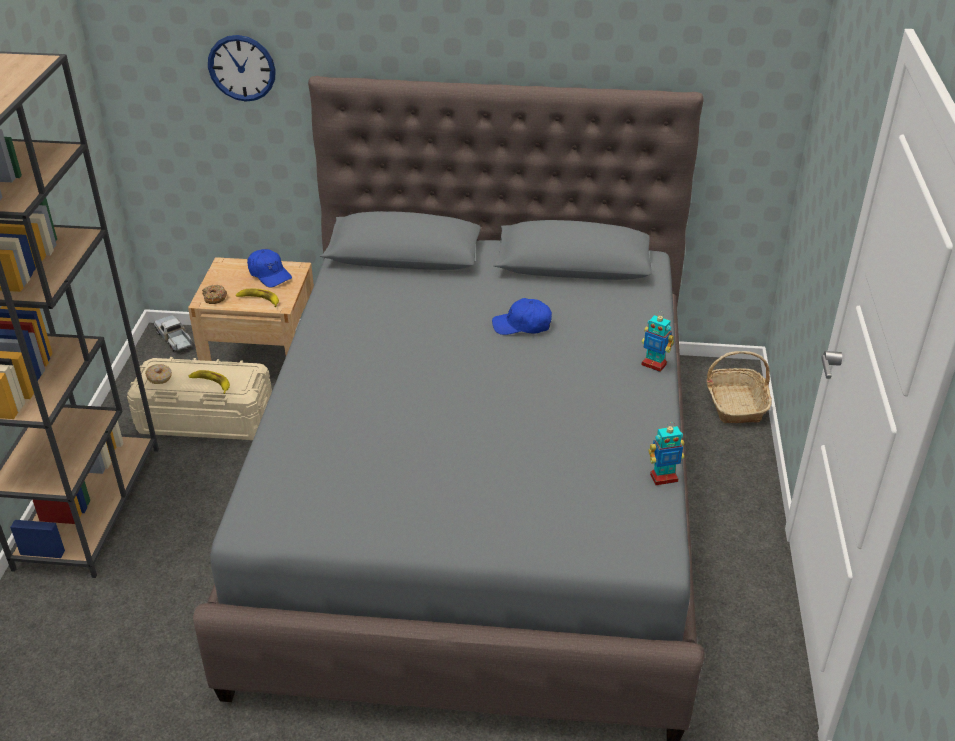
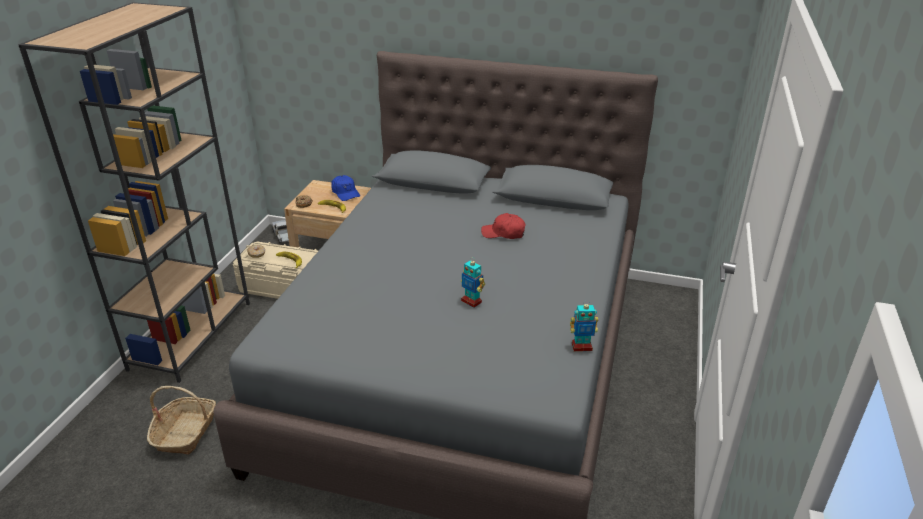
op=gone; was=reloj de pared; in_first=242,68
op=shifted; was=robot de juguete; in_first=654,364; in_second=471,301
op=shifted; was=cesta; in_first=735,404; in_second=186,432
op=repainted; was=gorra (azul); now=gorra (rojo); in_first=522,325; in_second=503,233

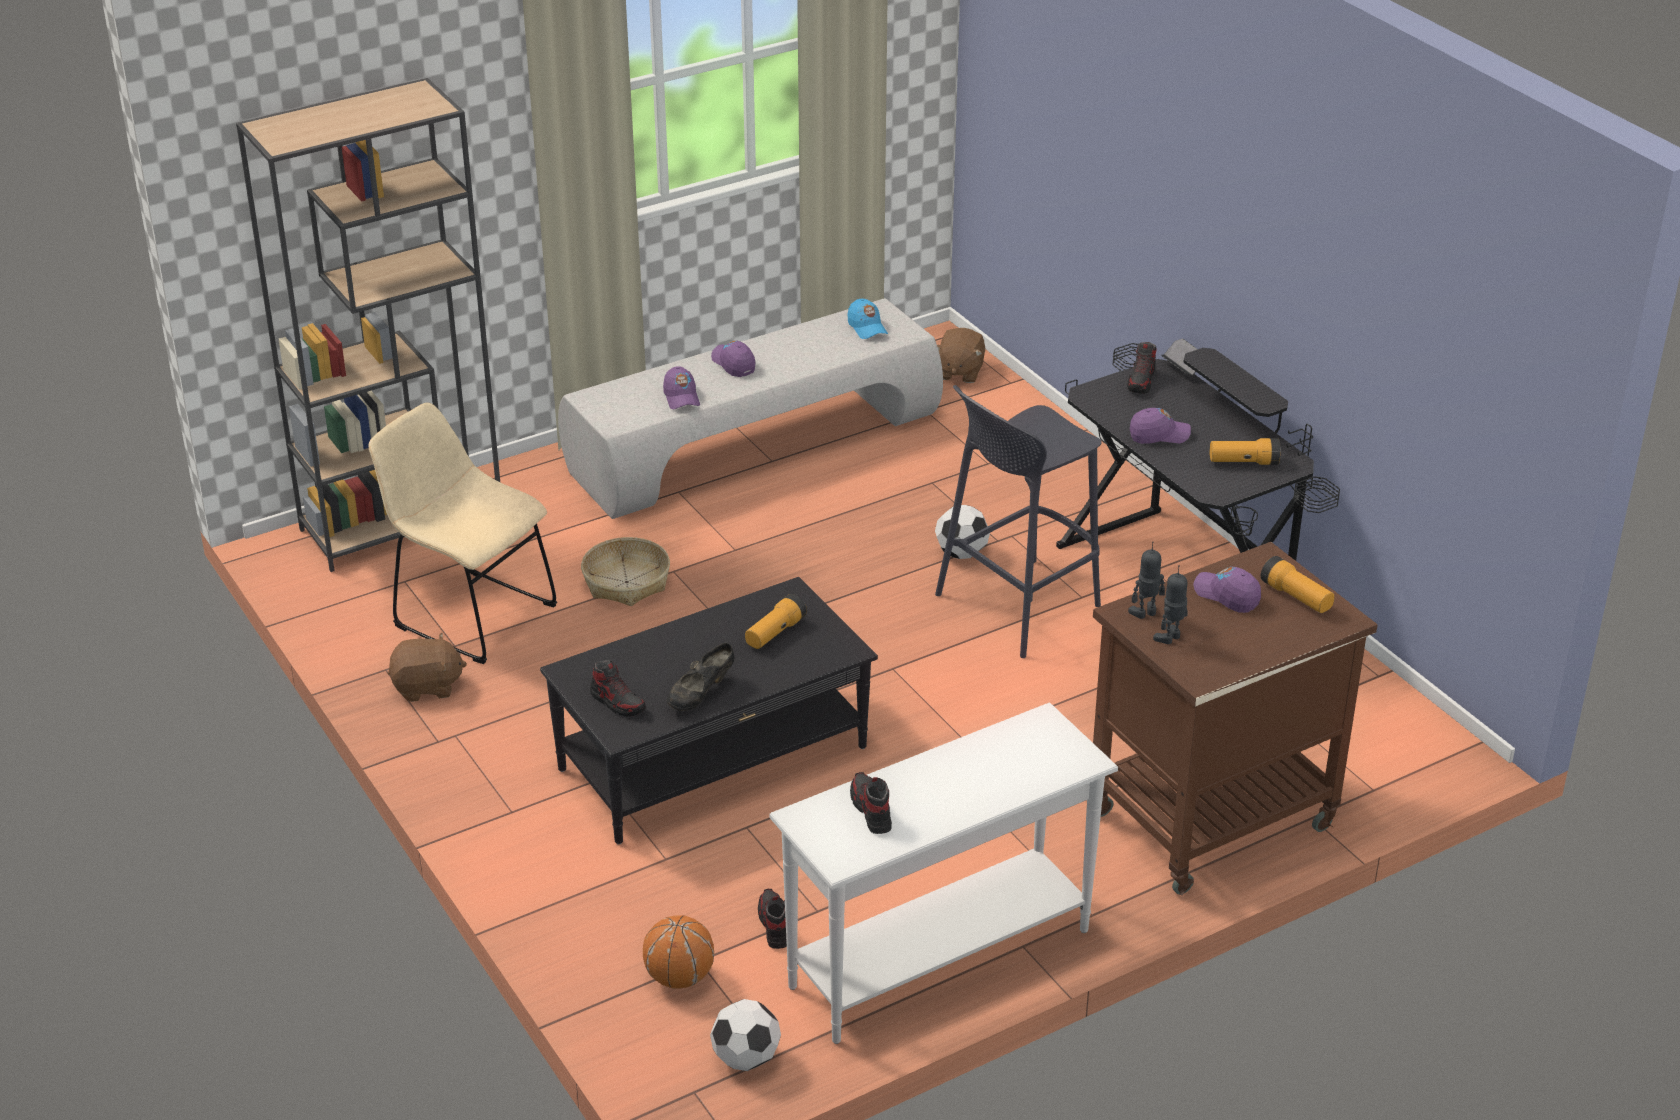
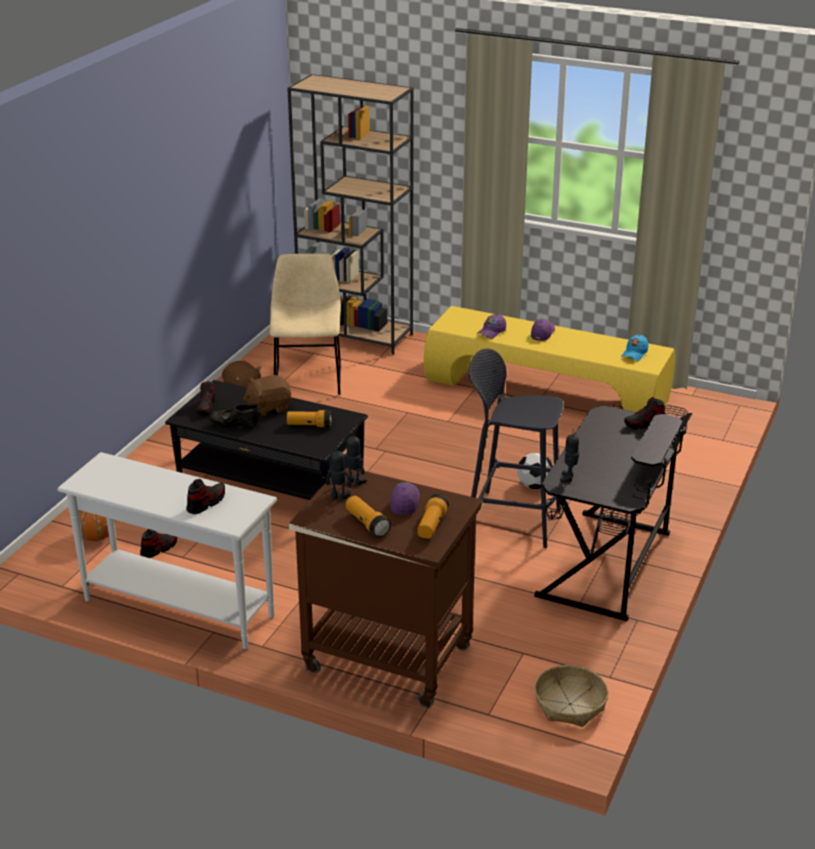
op=gone; was=balón de fútbol; in_first=746,1059
op=gone; was=gorra (morado); in_first=1159,435
op=new; now=robot de juguete; in_second=568,478
op=shifted; was=cesta; in_first=627,582; in_second=570,704
op=shifted; was=zapato; in_first=871,810; in_second=206,503
op=shifted; was=peluche (marrón); in_first=959,372; in_second=268,407
op=shifted; was=linterna; in_first=1243,462; in_second=367,524
op=repainted; was=banco (gris); now=banco (amarillo); in_first=753,443; in_second=546,390

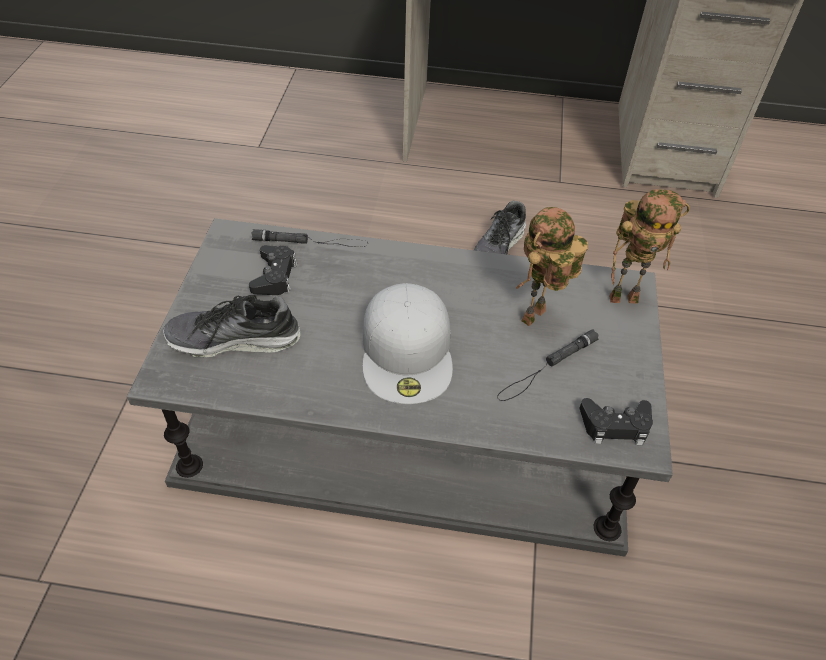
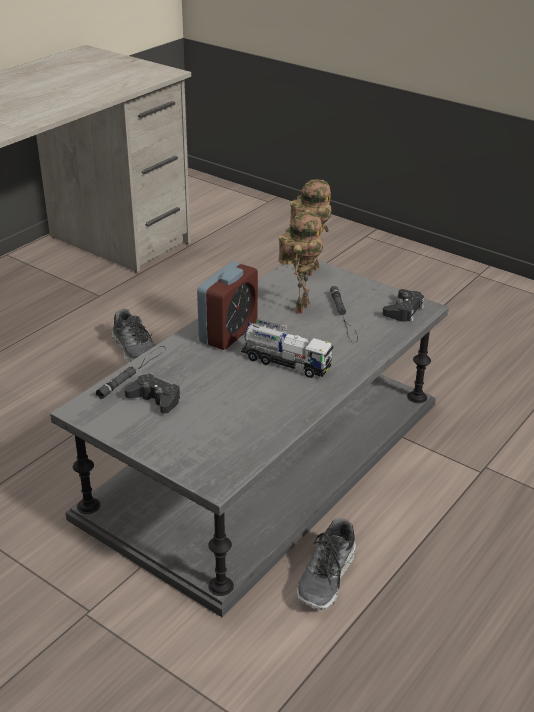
op=new; now=despertador; in_second=228,332
op=shifted; was=zapato; in_first=235,339; in_second=327,577
op=swapped; was=gorra (blanco); now=camión de juguete; in_first=408,351; in_second=286,363
op=rotated; was=robot de juguete; in_first=535,319; in_second=300,306; clockwise=-135

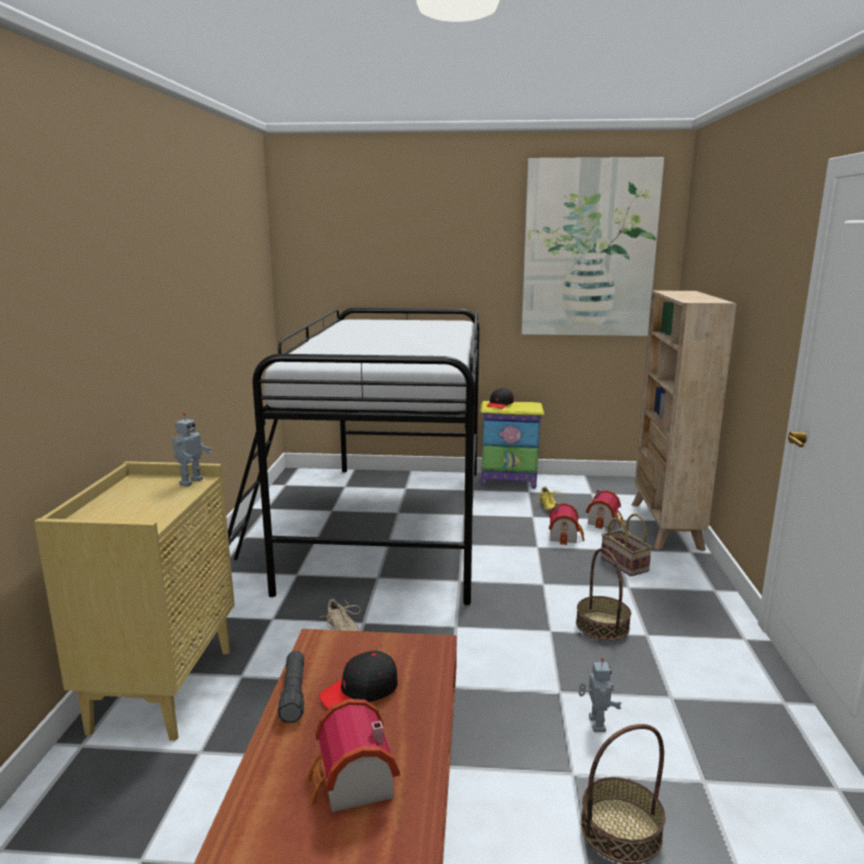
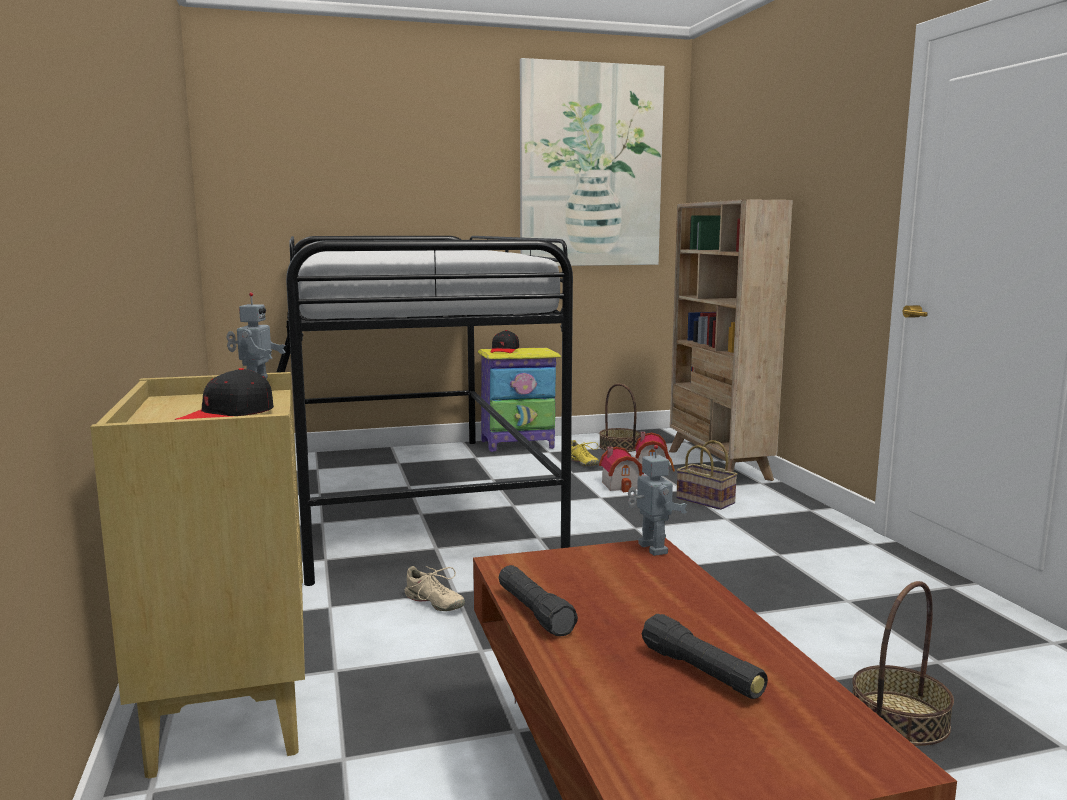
op=shifted; was=gorra (negro); in_first=360,691; in_second=227,416
op=shifted; was=cesta; in_first=602,625; in_second=619,447
op=shifted; was=robot de juguete; in_first=595,724; in_second=650,549
op=swapped; was=casita; now=linterna (negro); in_first=352,784; in_second=702,673

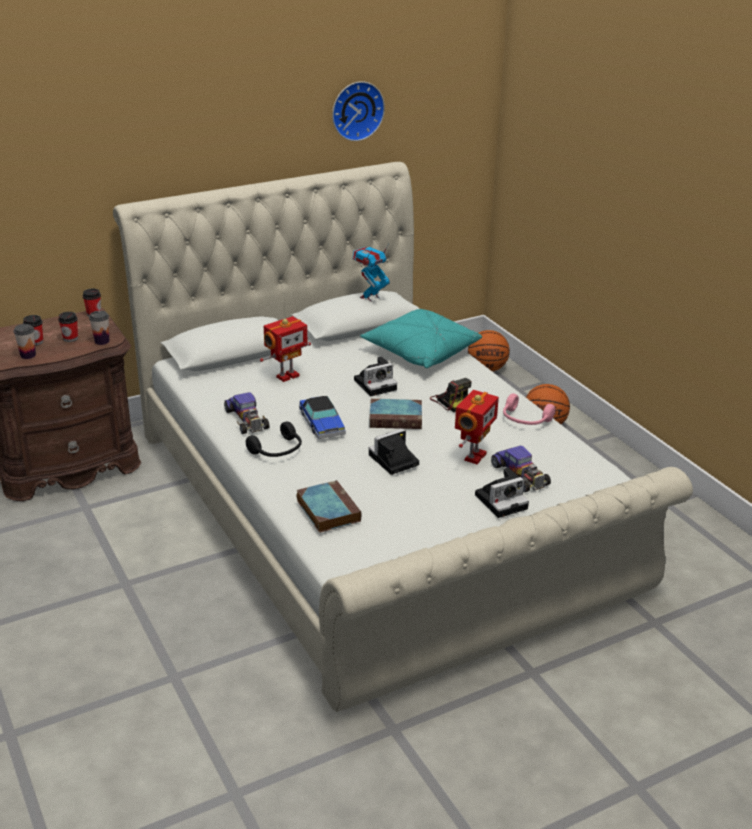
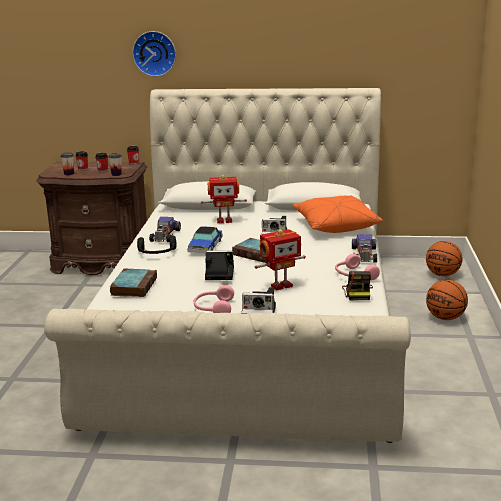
op=gone; was=robot de juguete; in_first=370,297
op=new; now=auriculares (rosa); in_second=213,308
op=shifted; was=reloj de pared; in_first=356,110; in_second=155,53
op=shifted; was=cámara; in_first=451,401; in_second=358,293
op=shifted; was=coche de juguete; in_first=520,475; in_second=364,255
op=repainted; was=cojín (turquesa); now=cojín (naranja); in_first=420,352; in_second=335,226

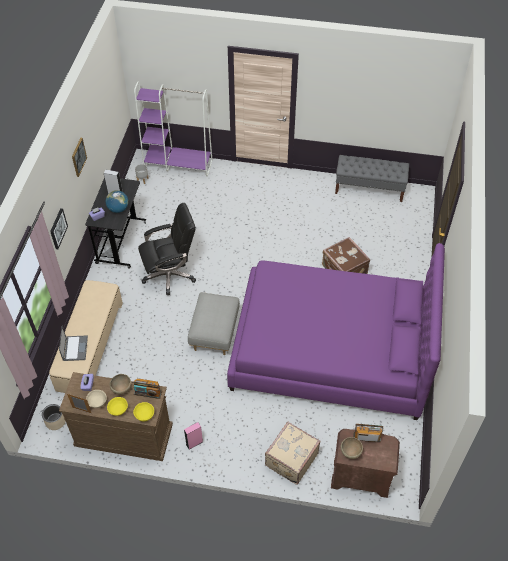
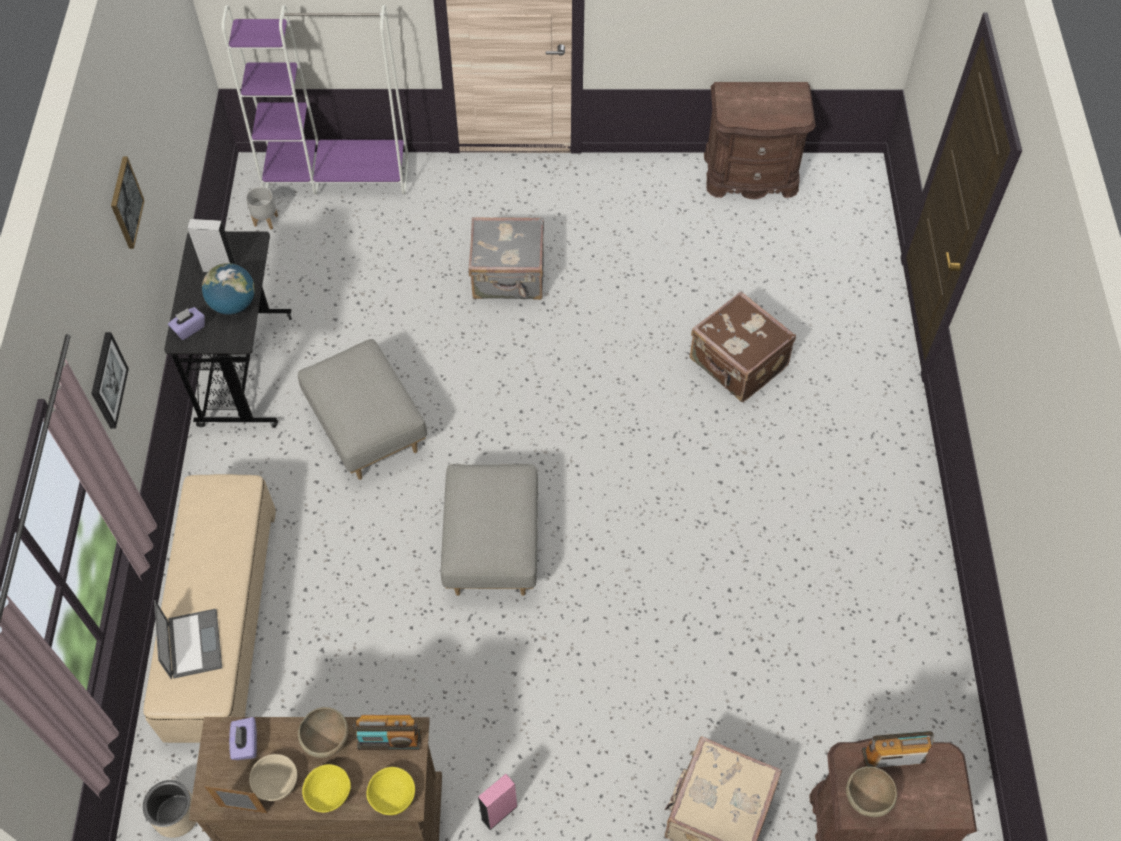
op=gone; was=cama (morado); in_first=330,350
op=new; now=maleta (gris); in_second=509,277
op=swapped; was=silla de oficina (negro); now=puf (gris); in_first=170,275; in_second=368,429
op=swapped; was=banco (gris); now=mesita de noche (marrón); in_first=369,189; in_second=751,177

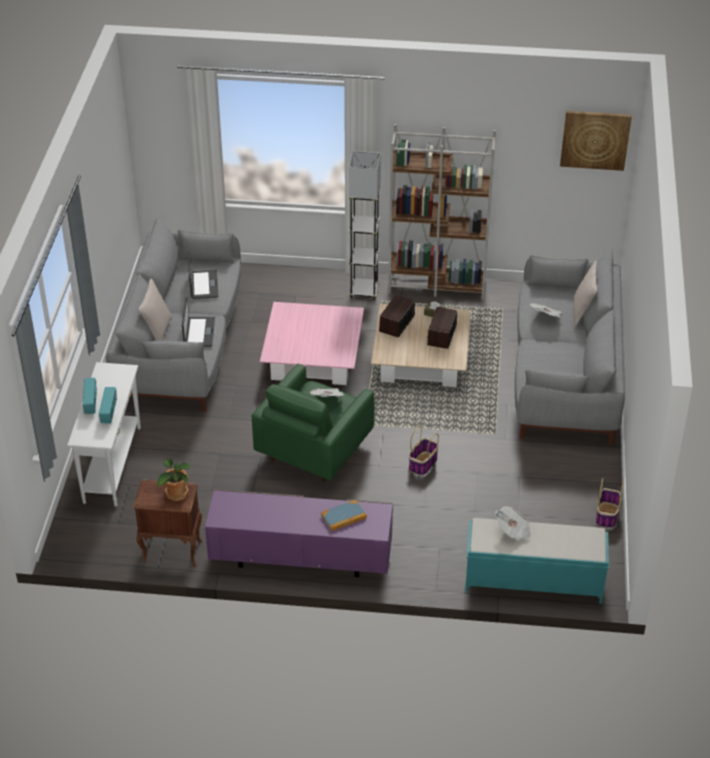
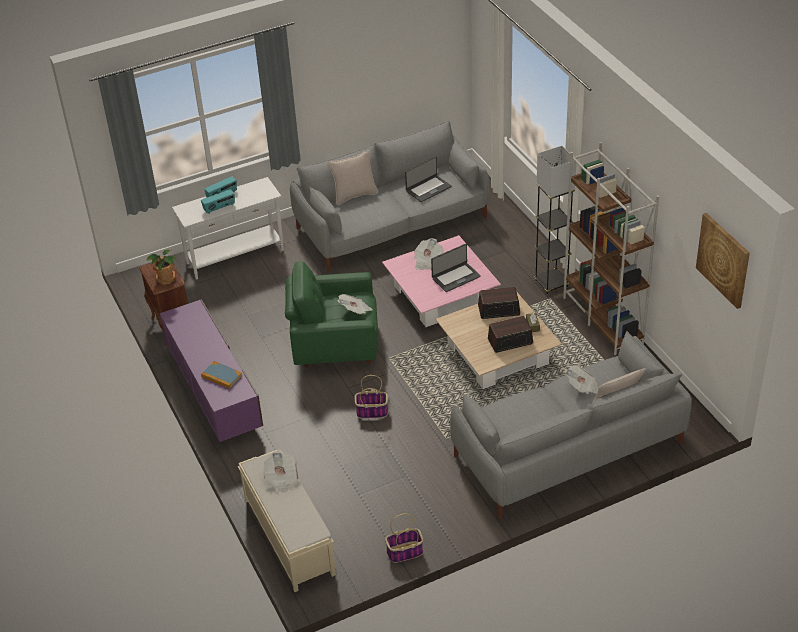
op=new; now=periódico; in_second=427,261
op=shifted; was=portátil; in_first=198,332; in_second=455,277
op=repainted; was=banco (turquesa); now=banco (beis); in_first=532,580; in_second=288,536

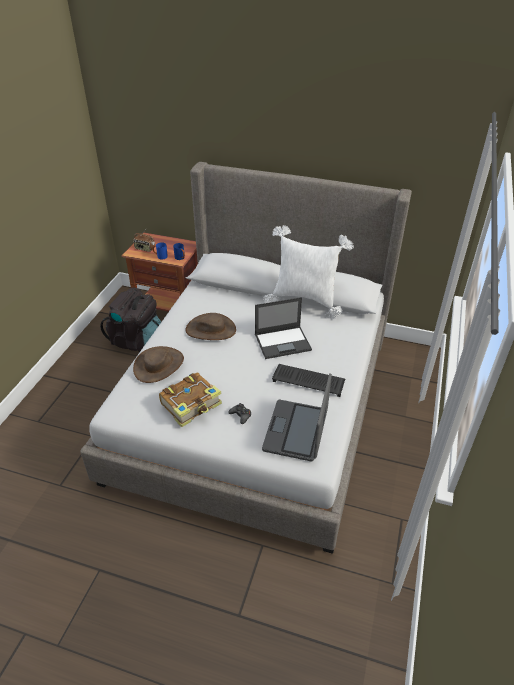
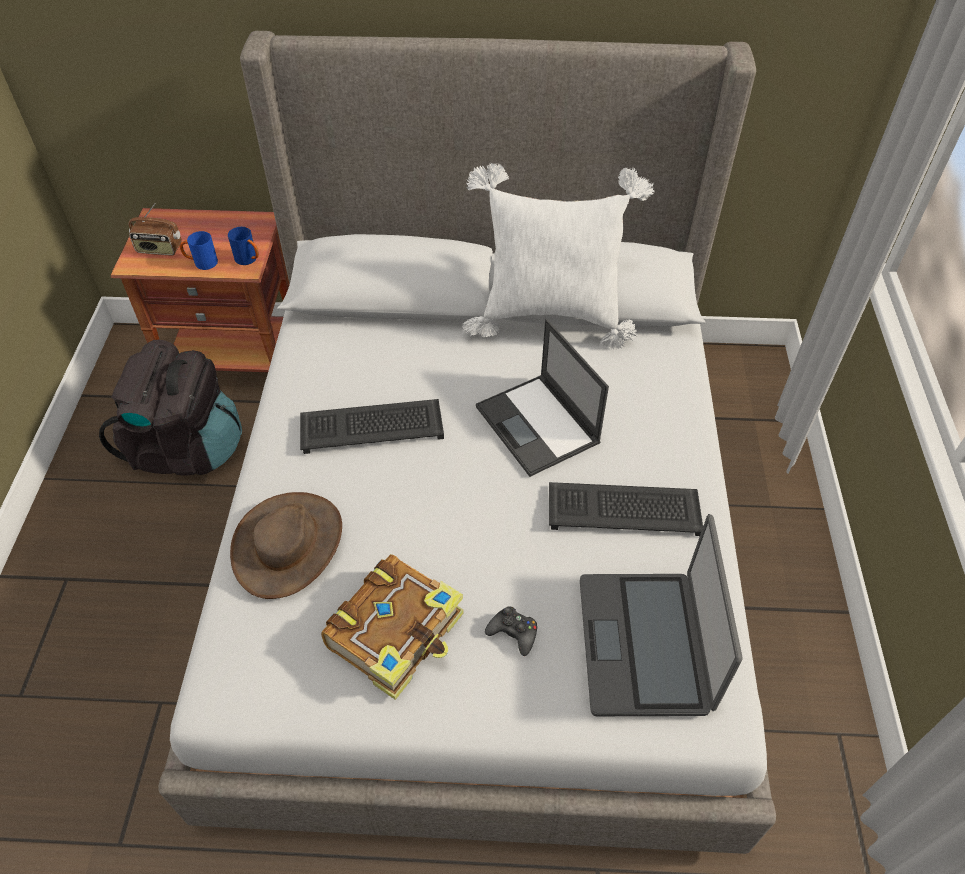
op=swapped; was=sombrero (marrón); now=teclado; in_first=210,329; in_second=373,426
op=rotated; was=portátil; in_first=283,342; in_second=538,425; clockwise=90

